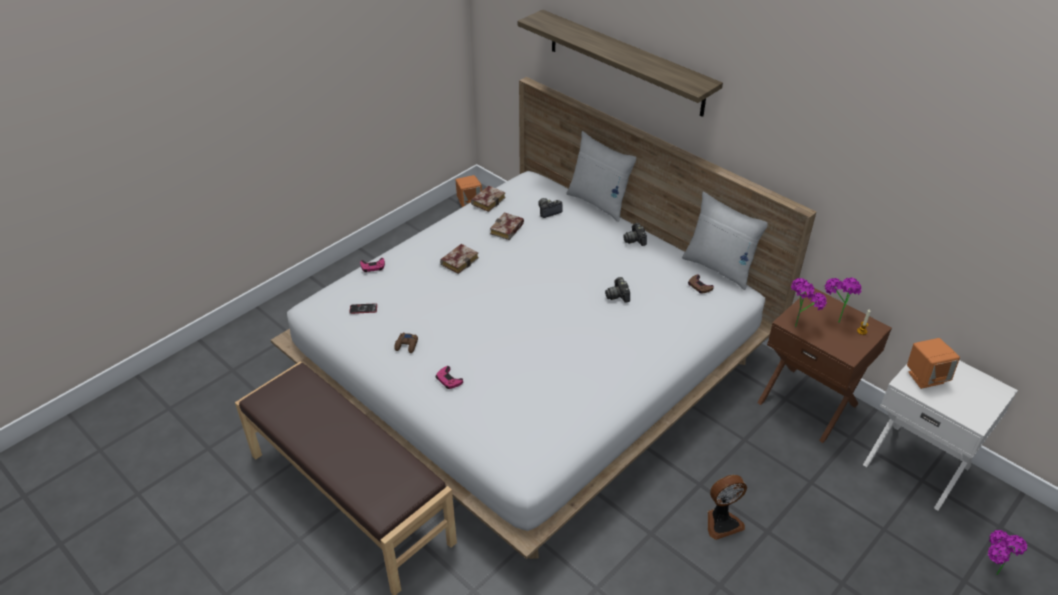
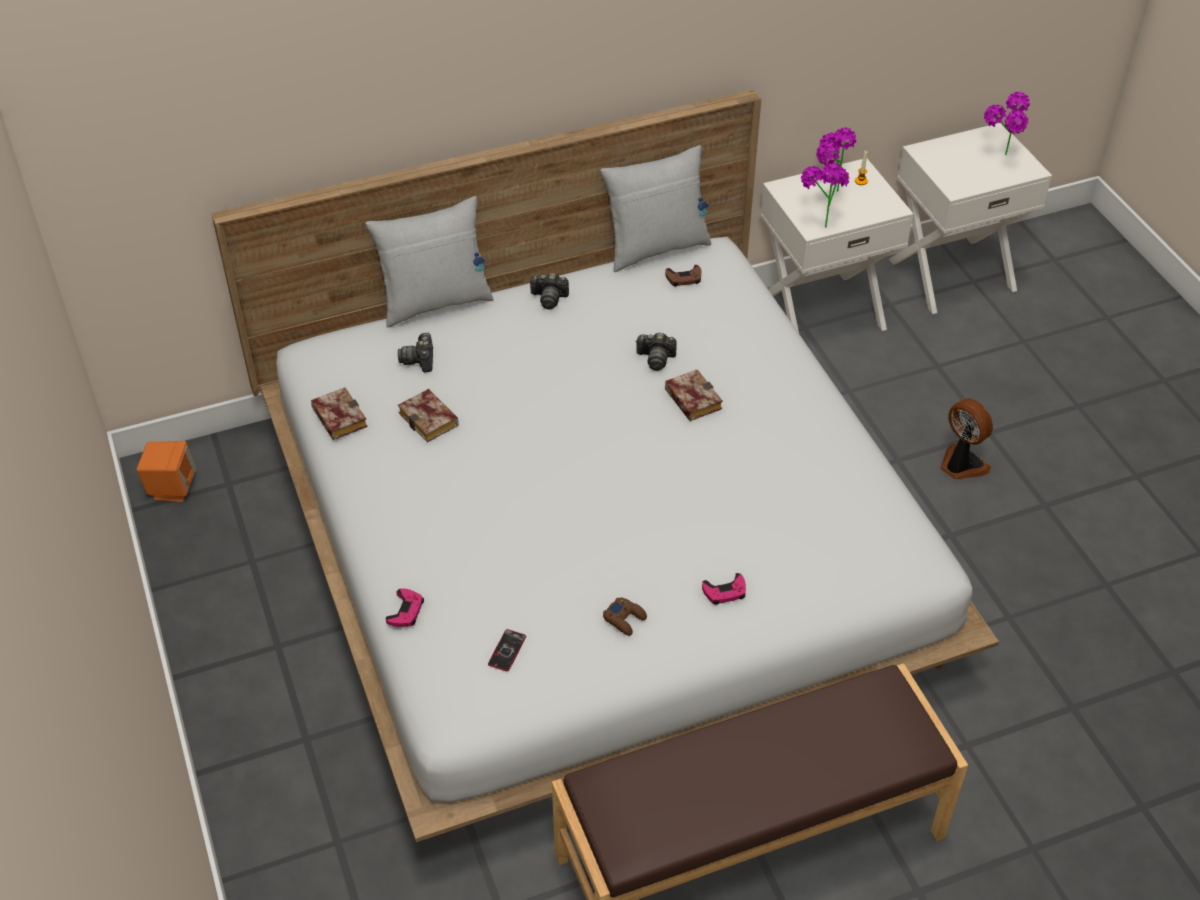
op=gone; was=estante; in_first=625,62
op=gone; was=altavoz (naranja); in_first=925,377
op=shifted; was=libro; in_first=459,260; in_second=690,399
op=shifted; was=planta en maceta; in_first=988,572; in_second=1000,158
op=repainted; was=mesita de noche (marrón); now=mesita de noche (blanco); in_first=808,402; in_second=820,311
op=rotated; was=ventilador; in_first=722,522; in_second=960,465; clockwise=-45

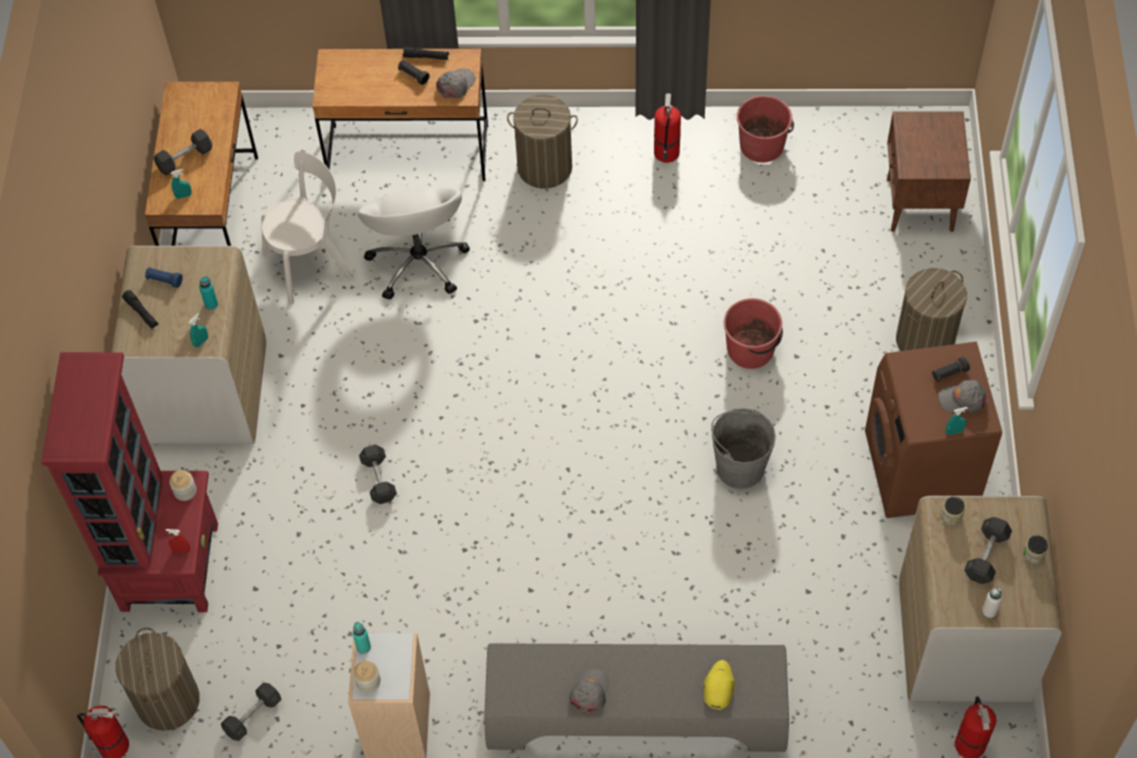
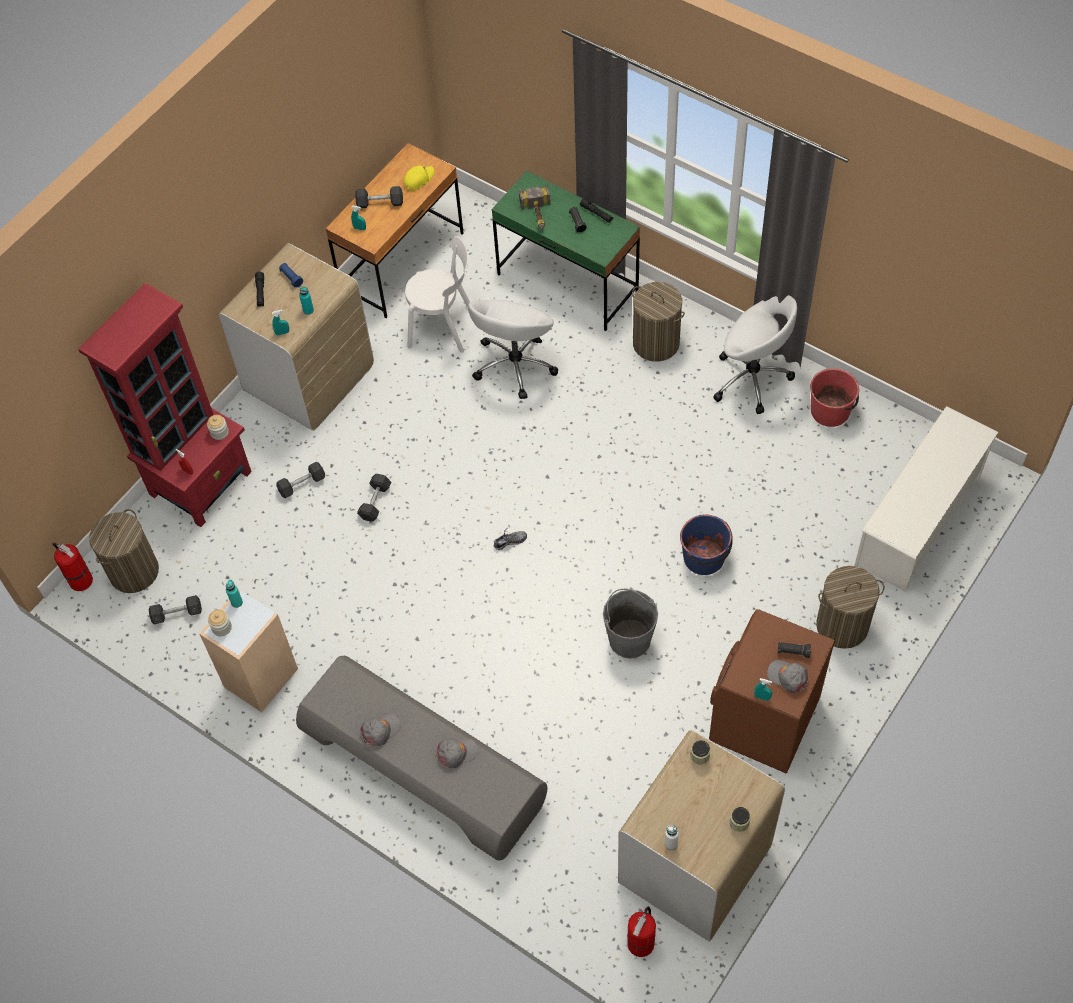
op=new; now=zapato; in_second=510,541
op=new; now=martillo; in_second=538,215
op=shifted; was=gorra (gris); in_first=456,85; in_second=457,753
op=shifted; was=gorra (amarillo); in_first=718,687; in_second=418,179
op=shifted; was=mancuerna (gris); in_first=986,556; in_second=302,484
op=swapped; was=extintor; now=silla de oficina (blanco); in_first=666,153; in_second=753,379
op=swapped; was=mesita de noche (marrón); now=zapatero (blanco); in_first=919,205; in_second=918,521
op=repainted; was=escritorio (marrón); now=escritorio (verde); in_first=409,153; in_second=567,283
op=repainted; was=cubo (rojo); now=cubo (azul); in_first=751,349; in_second=704,558

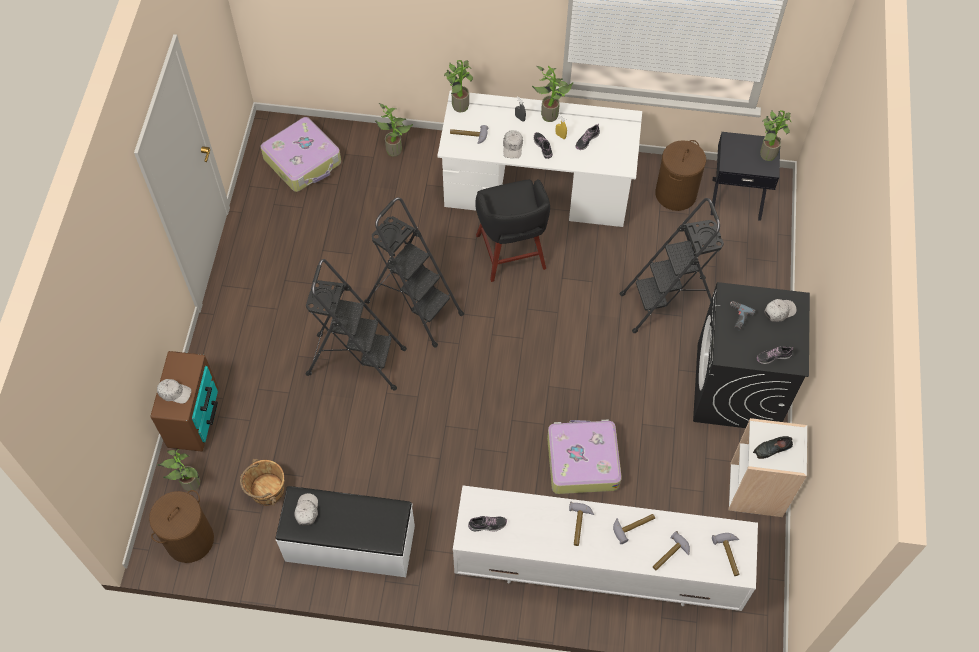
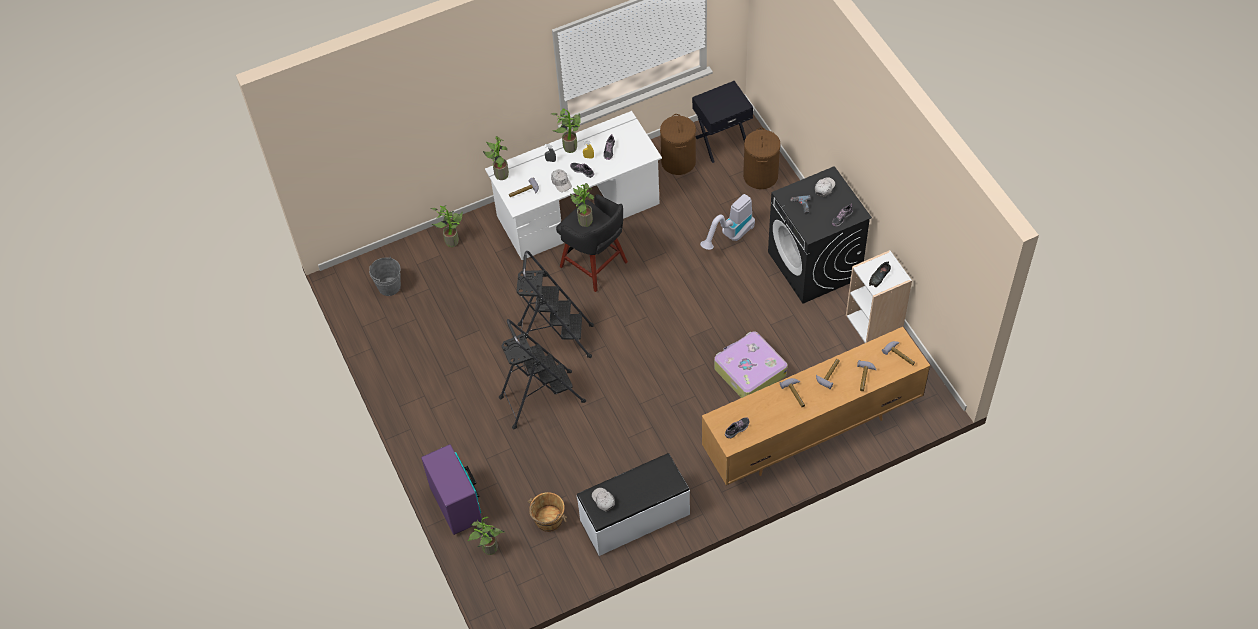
op=gone; was=gorra (blanco); in_first=174,392
op=shifted; was=cesto de la ropa (marrón); in_first=190,539; in_second=760,176
op=shifted; was=planta en maceta; in_first=767,152; in_second=583,220
op=swapped; was=maleta; now=cubo (gris); in_first=303,161; in_second=389,286
op=swapped; was=escalera de tijera; now=aspiradora; in_first=670,303; in_second=730,236
op=repainted; was=mesita de noche (marrón); now=mesita de noche (morado); in_first=195,419; in_second=457,505
op=repainted; was=armario (blanco); now=armario (marrón); in_first=596,572; in_second=811,434

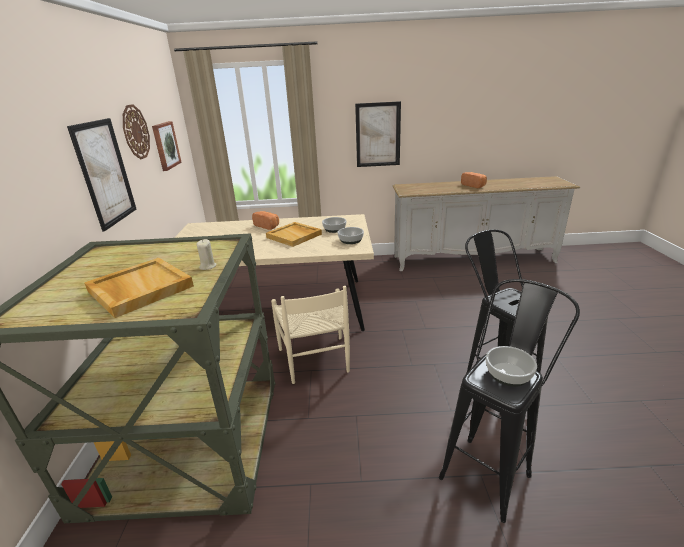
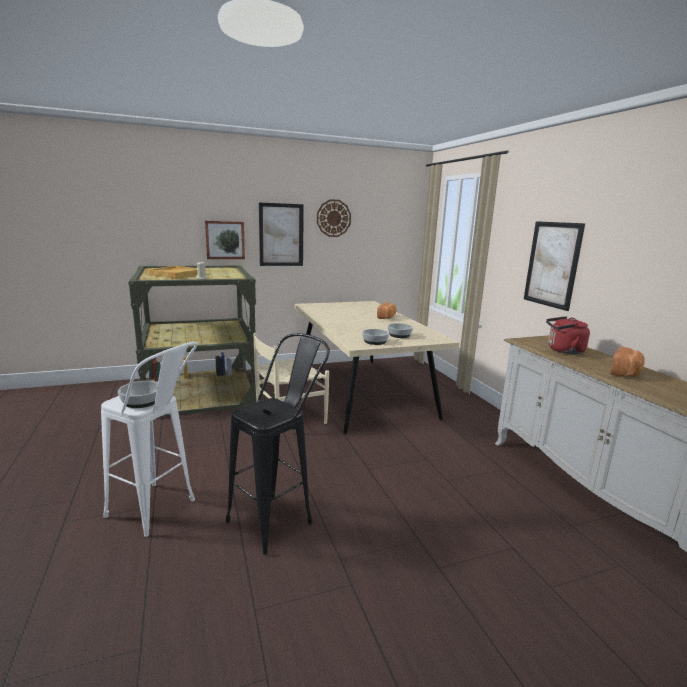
op=gone; was=bandeja (beis); in_first=294,236
op=new; now=hervidor (rojo); in_second=563,351
op=shifted; was=cuadro; in_first=165,145; in_second=225,240
op=repainted; was=taburete (negro); now=taburete (blanco); in_first=491,468; in_second=160,512

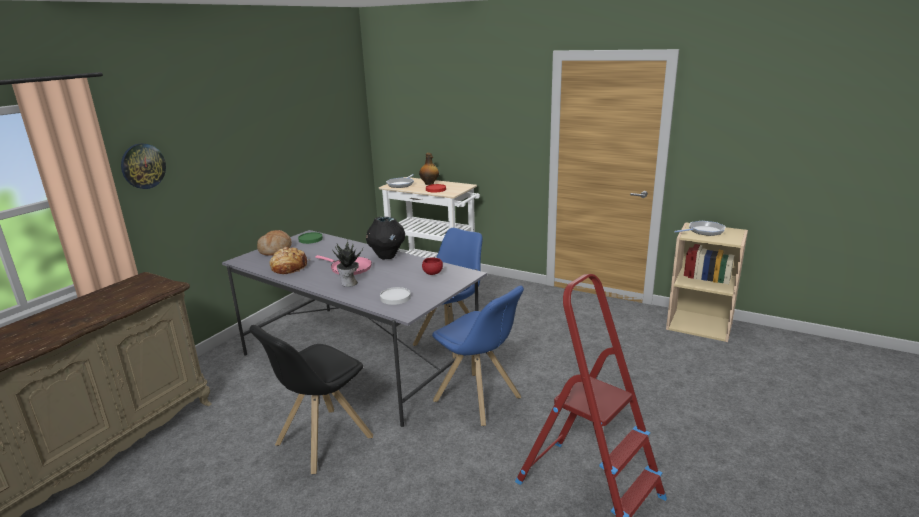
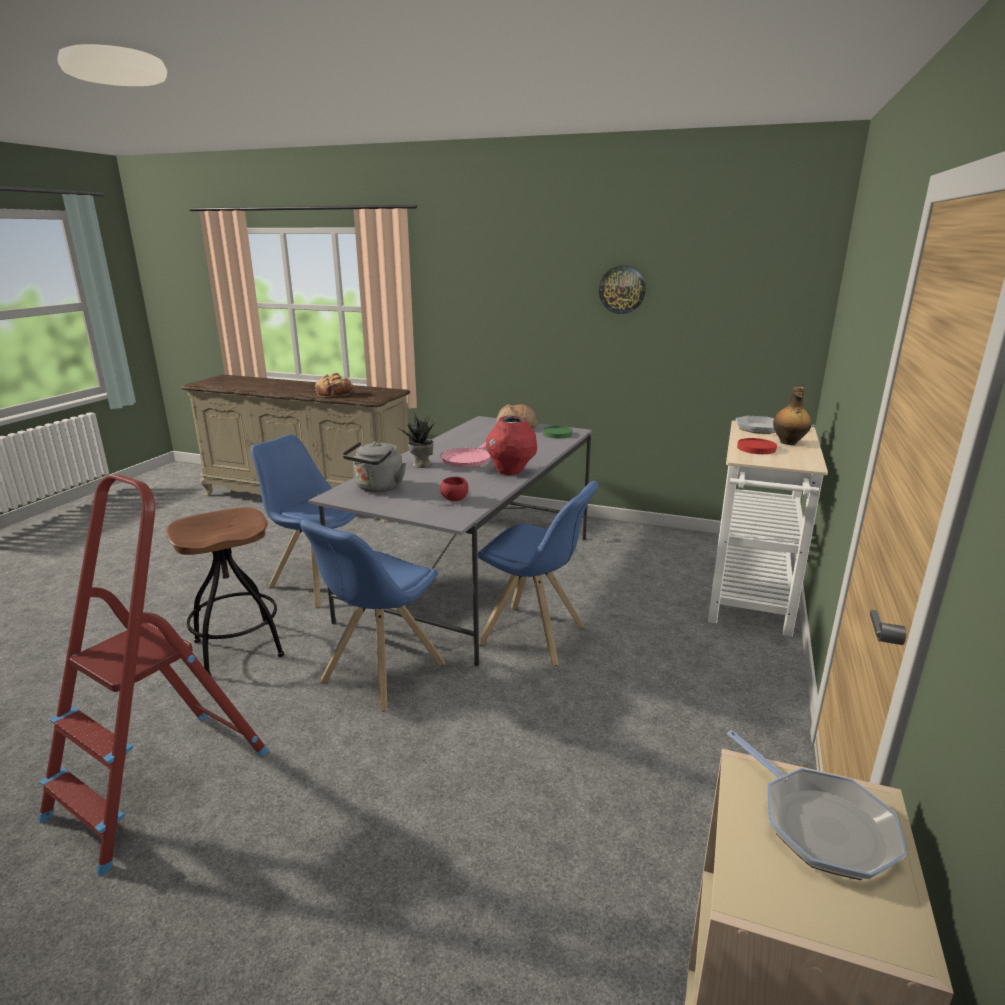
op=new; now=taburete (marrón); in_second=239,648
op=shifted; was=reloj de pared; in_first=143,166; in_second=622,289
op=shifted; was=pan; in_first=289,267; in_second=335,394
op=swapped; was=plato (blanco); now=hervidor (gris); in_first=395,298; in_second=377,488
op=repainted; was=silla (negro); now=silla (azul); in_first=323,440; in_second=318,582
op=repainted; was=florero (negro); now=florero (rojo); in_first=387,256; in_second=511,471

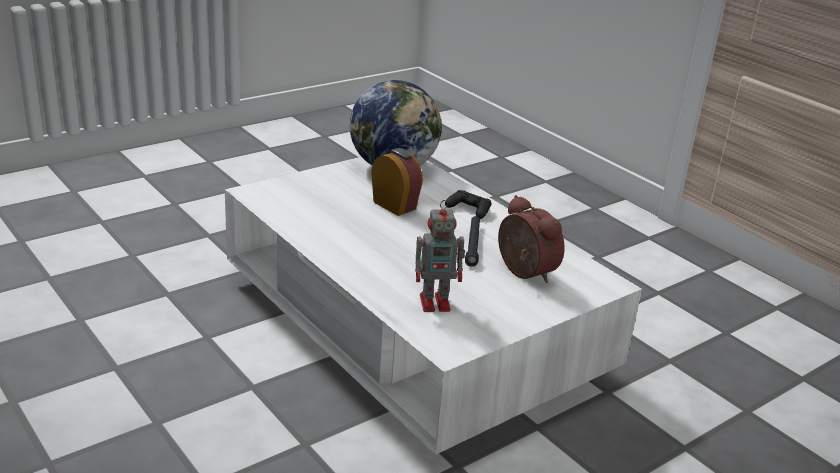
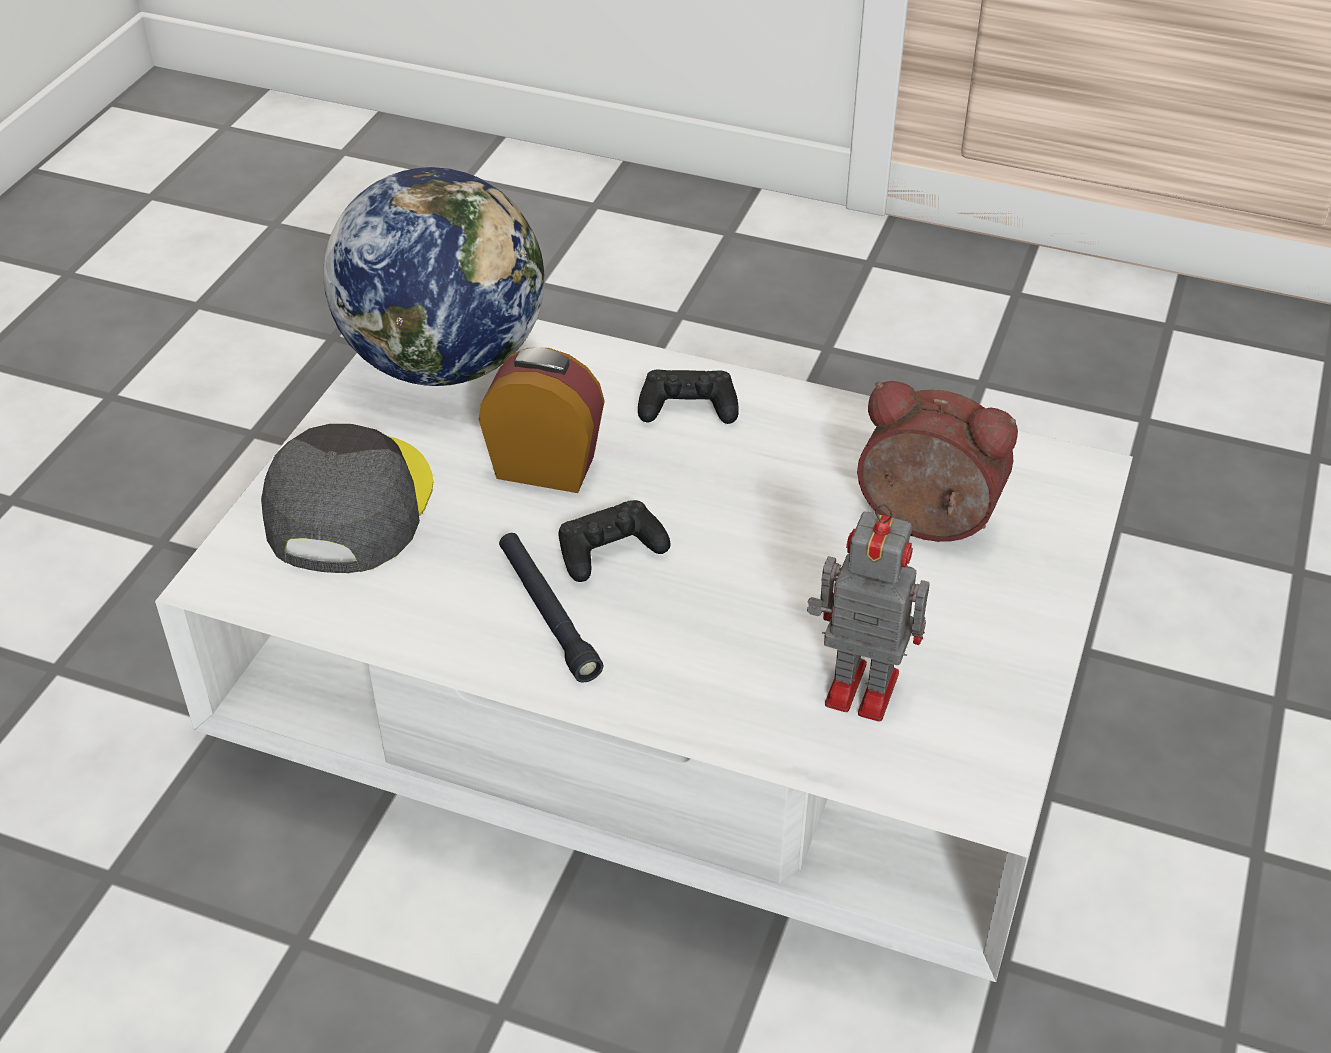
op=new; now=gorra (gris); in_second=349,506
op=new; now=mando de consola (negro); in_second=610,550
op=shifted; was=linterna (negro); in_first=473,245; in_second=547,613
op=rotated; was=robot de juguete; in_first=436,302; in_second=857,687; clockwise=-120

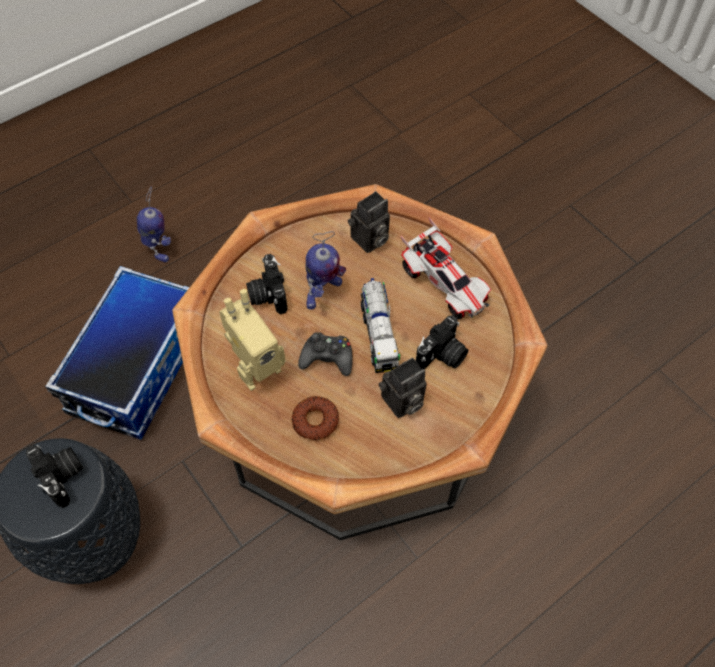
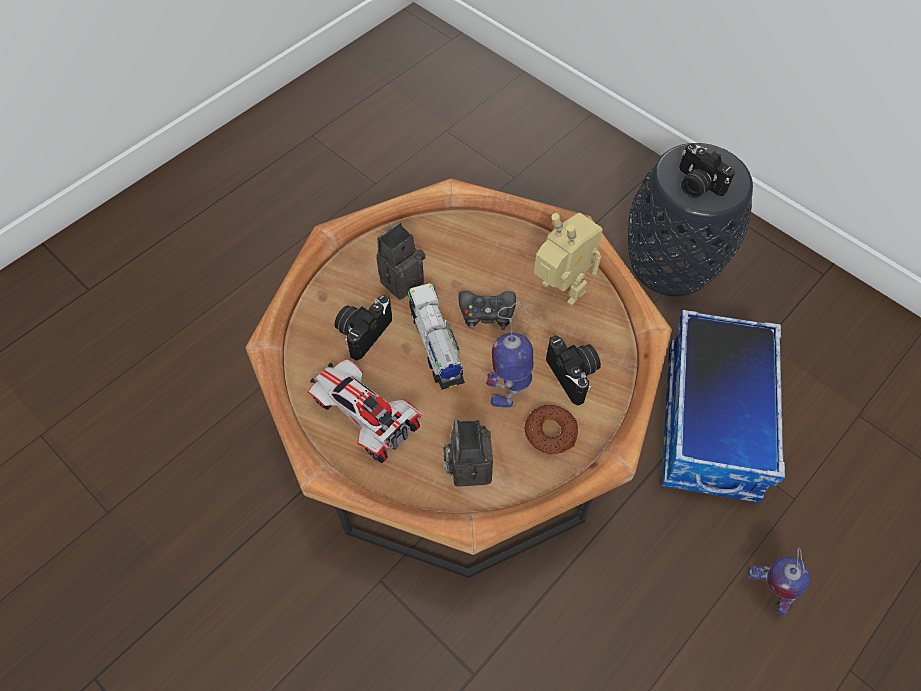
op=shifted; was=rosquilla; in_first=315,421; in_second=550,432
op=rotated; was=robot de juguete; in_first=256,368; in_second=559,292; clockwise=90
op=rotated; was=cámara; in_first=369,241; in_second=467,466; clockwise=-45

